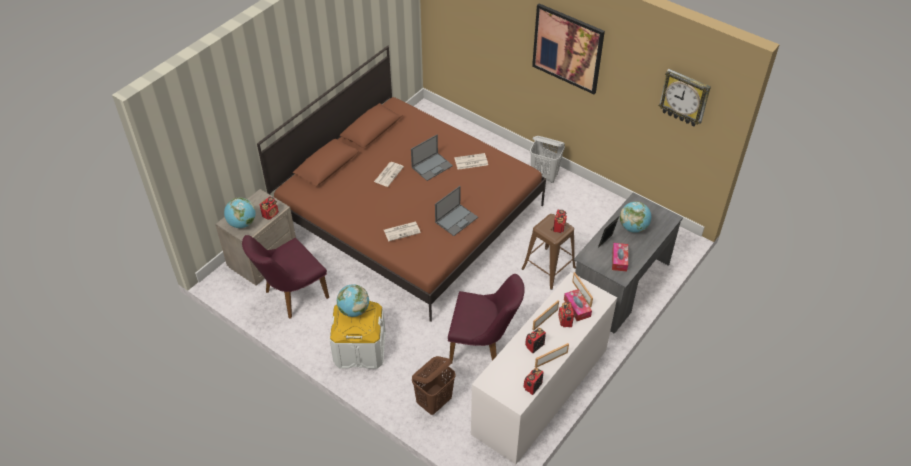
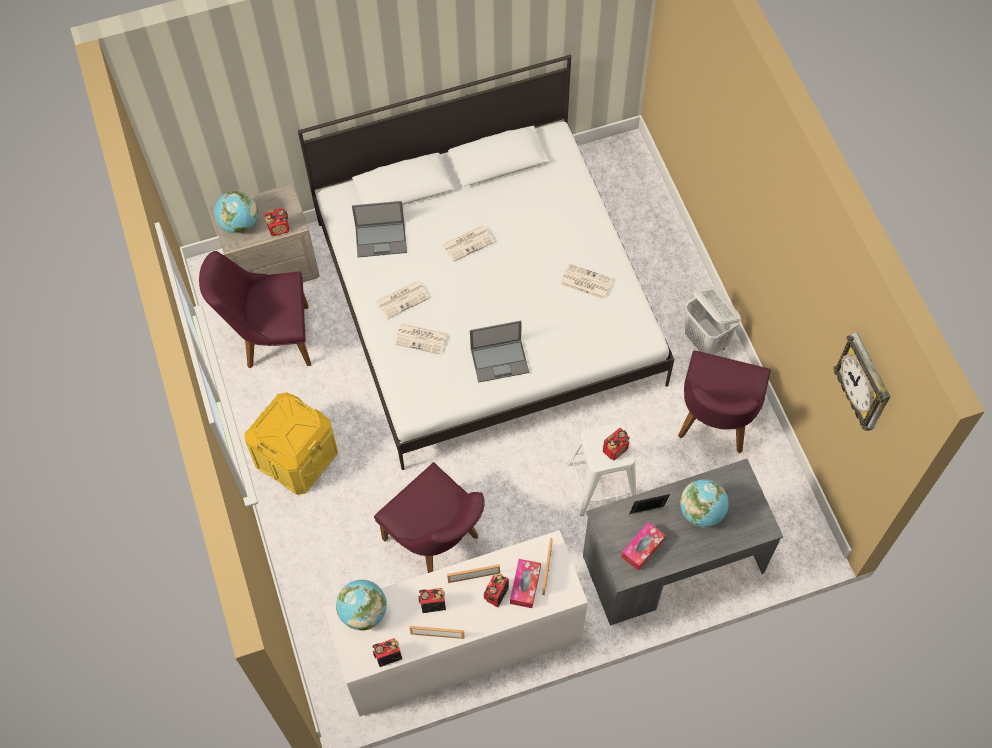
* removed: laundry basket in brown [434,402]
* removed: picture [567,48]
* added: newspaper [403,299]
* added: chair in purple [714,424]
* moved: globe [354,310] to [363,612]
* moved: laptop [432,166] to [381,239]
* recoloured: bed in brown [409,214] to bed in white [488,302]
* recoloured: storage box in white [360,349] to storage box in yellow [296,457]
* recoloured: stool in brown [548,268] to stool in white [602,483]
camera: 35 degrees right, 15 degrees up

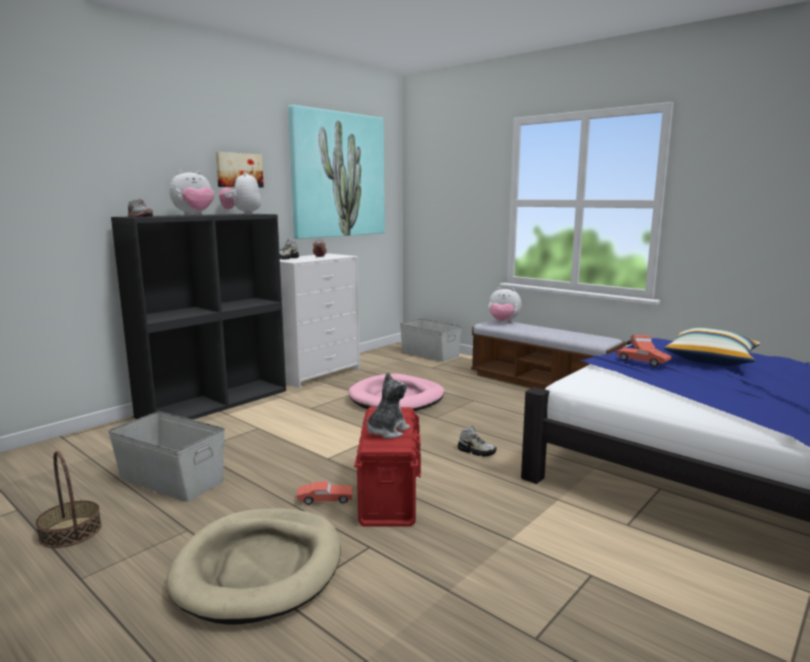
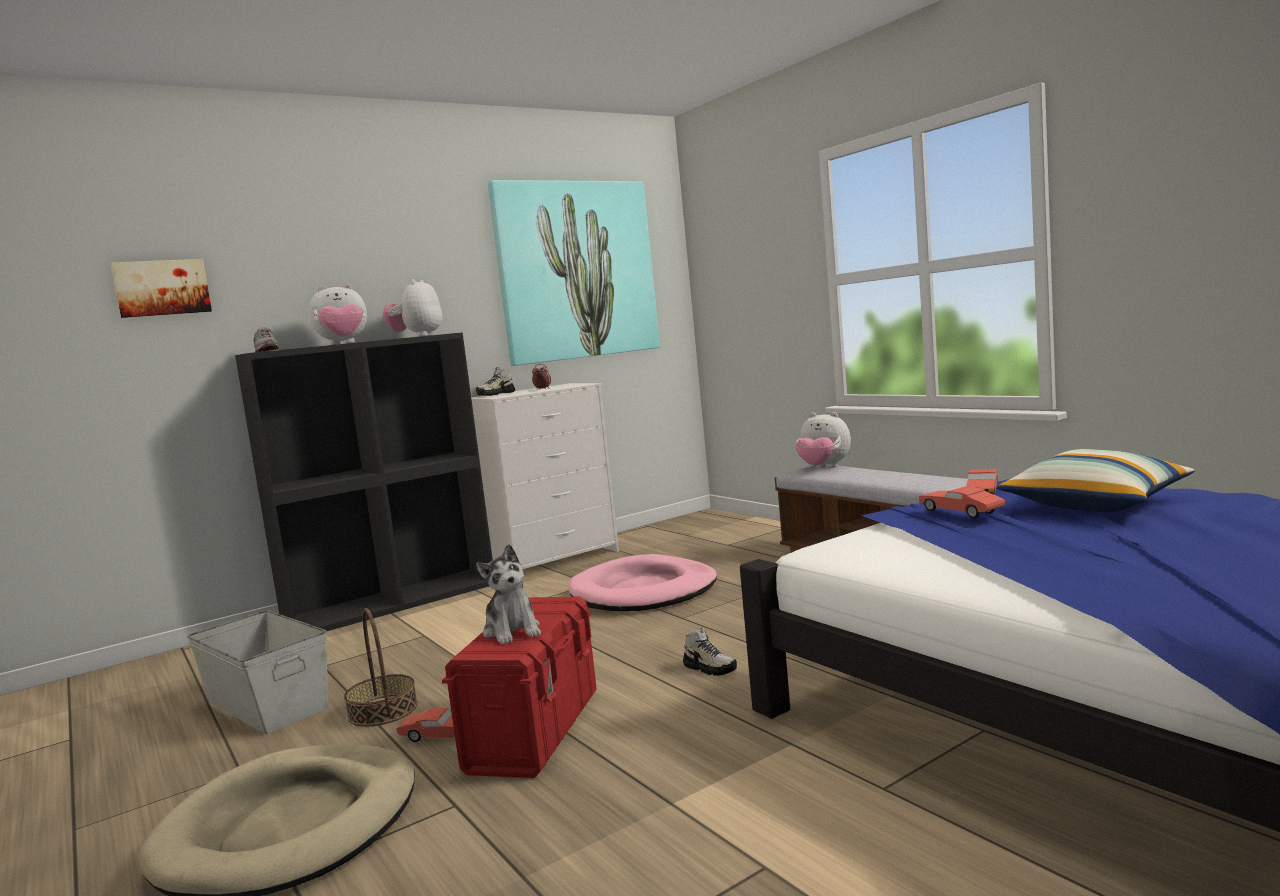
* removed: storage box in grey [430,354]
* moved: basket [70,532] to [382,710]
* moved: picture [239,170] to [162,288]
* turned: plush toy [387,431] = [512,631] 105 degrees clockwise
camera: 15 degrees right, 5 degrees down

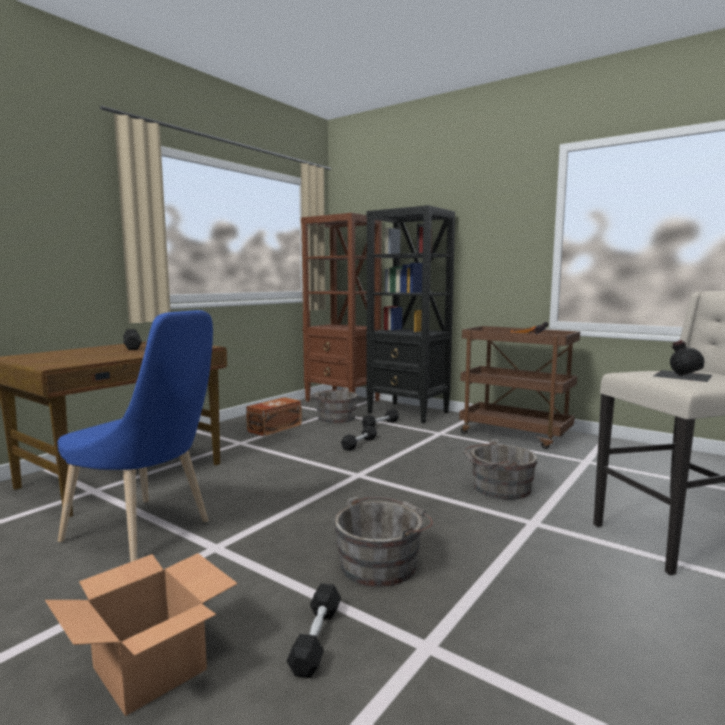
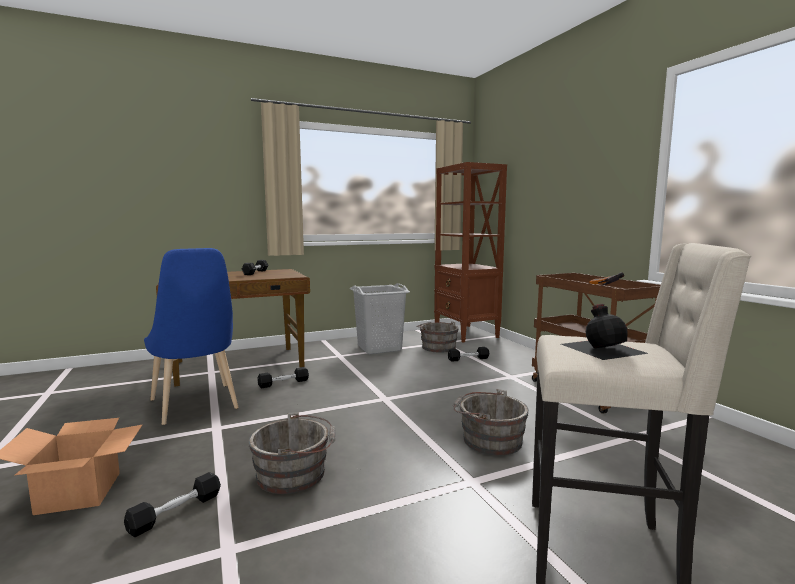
* removed: bookcase in black [408,413]
* moved: dumbbell in black [359,443] to [283,383]
* replaced: storage box in brown [273,428] to laundry basket in grey [379,348]
camera: 30 degrees right, 0 degrees up

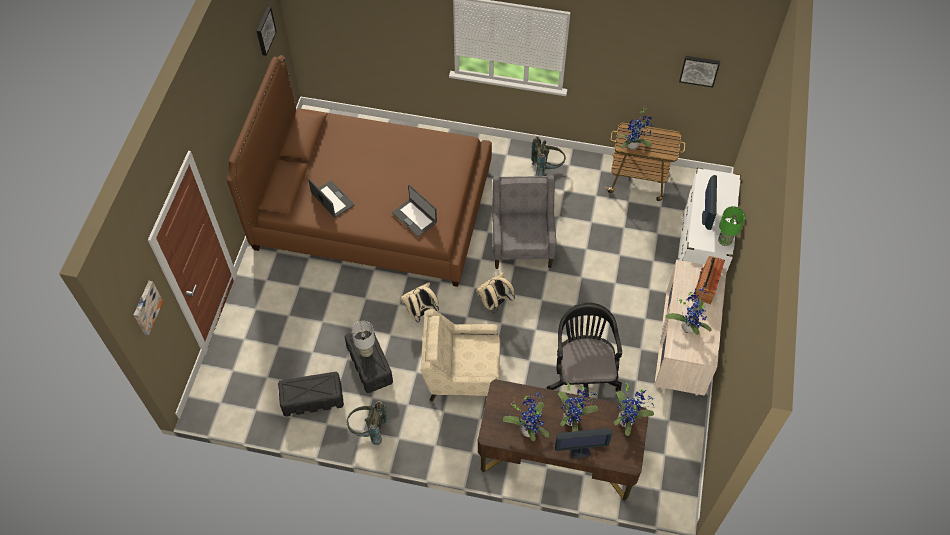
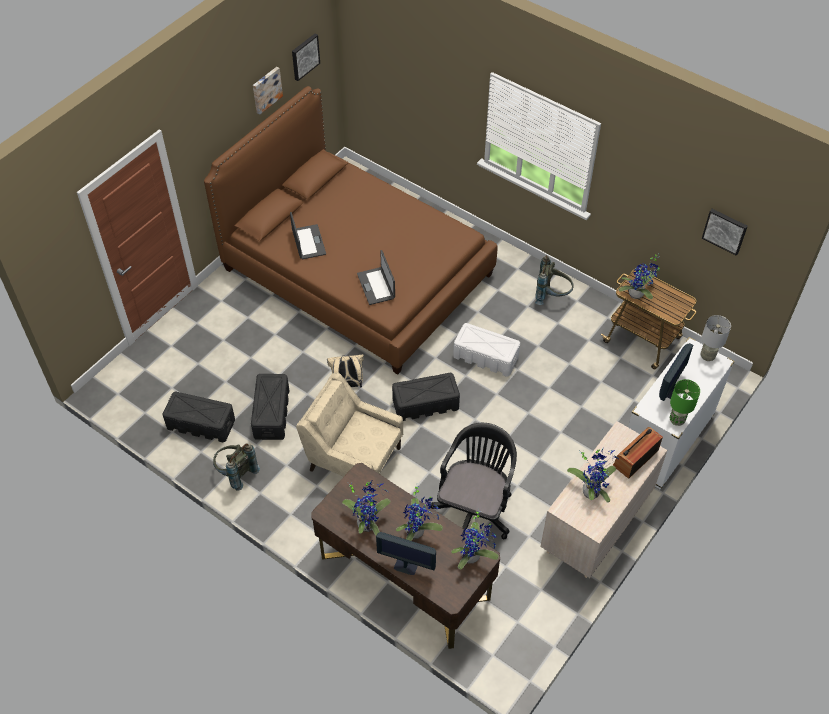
* moved: picture [146,307] to [266,89]
* moved: table lamp in grey [366,352] to [707,356]
* replaced: backpack in beige [494,303] to storage box in black [425,404]
* replaced: armchair in grey [522,242] to storage box in white [486,357]
camera: 25 degrees right, 5 degrees down

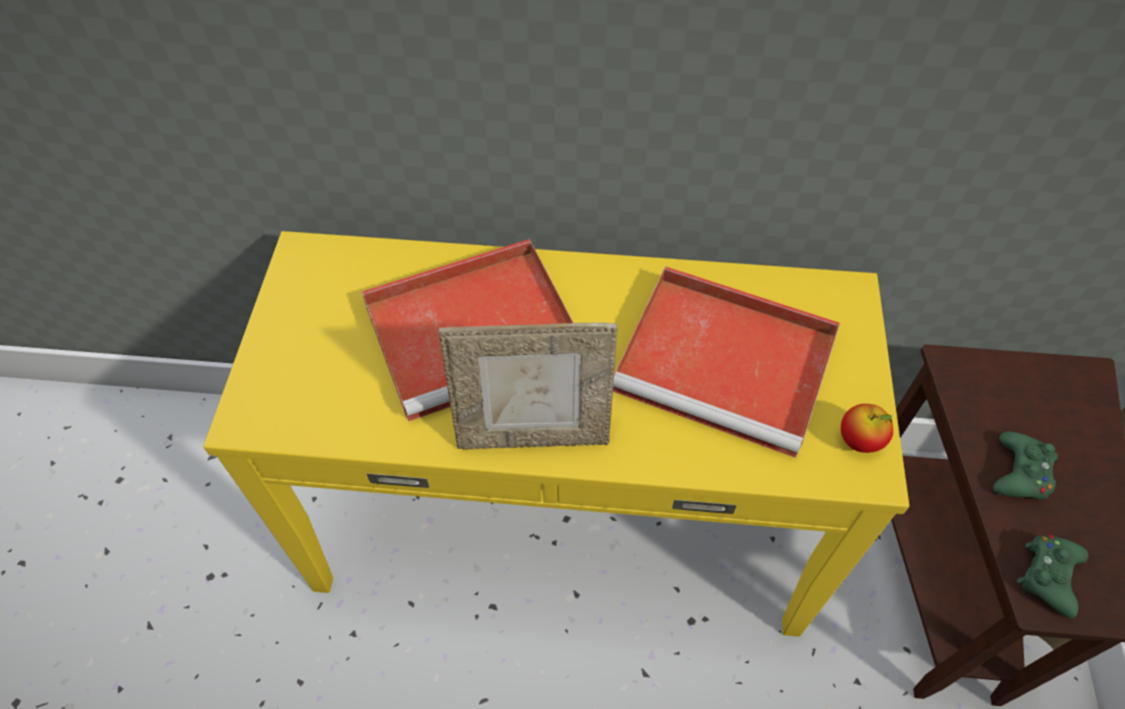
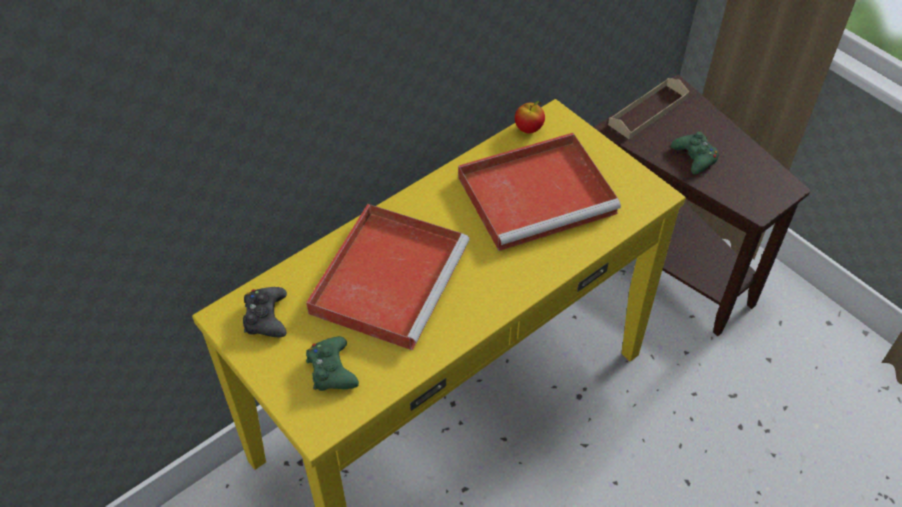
* removed: picture frame [533,435]
* added: game controller in black [266,317]
* added: tray in beige [648,111]
* moved: apple [859,440] to [528,129]
* moved: game controller in green [1048,575] to [331,370]
camera: 45 degrees left, 5 degrees down

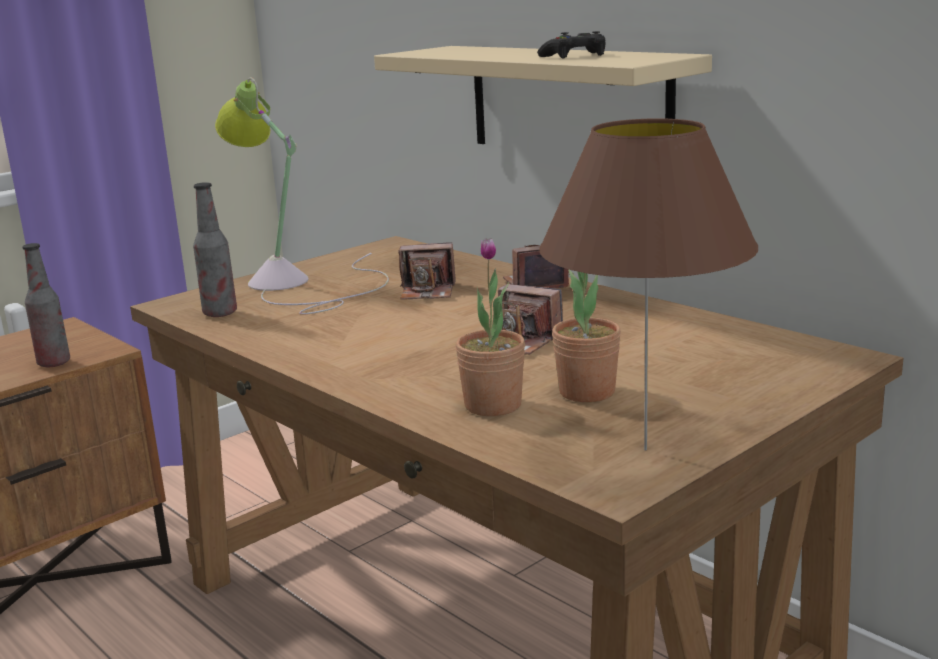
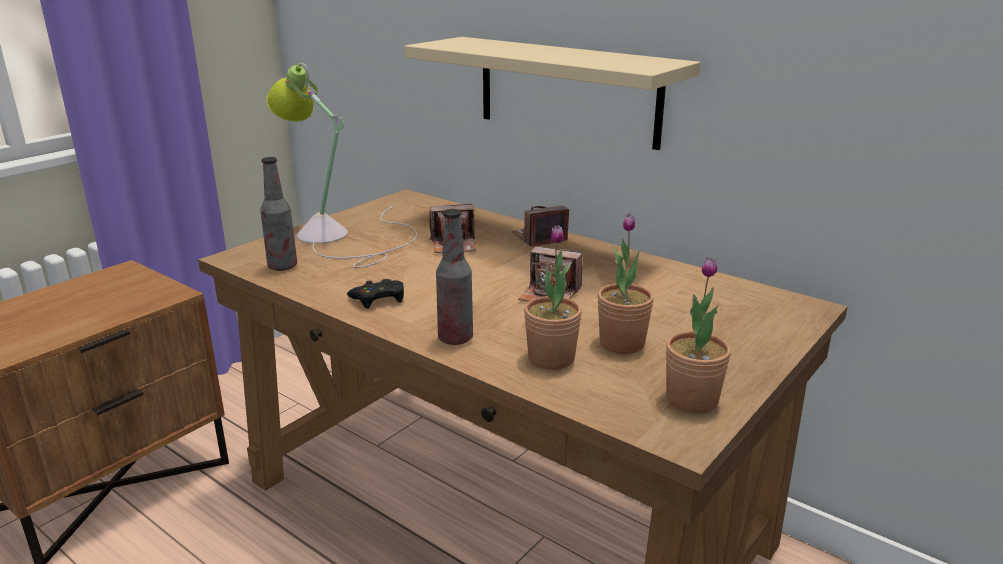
* moved: bottle [54,363] to [455,338]
* moved: game controller in black [575,56] to [379,299]
* replaced: table lamp in brown [646,449] to potted plant [692,400]
camera: 10 degrees left, 5 degrees up

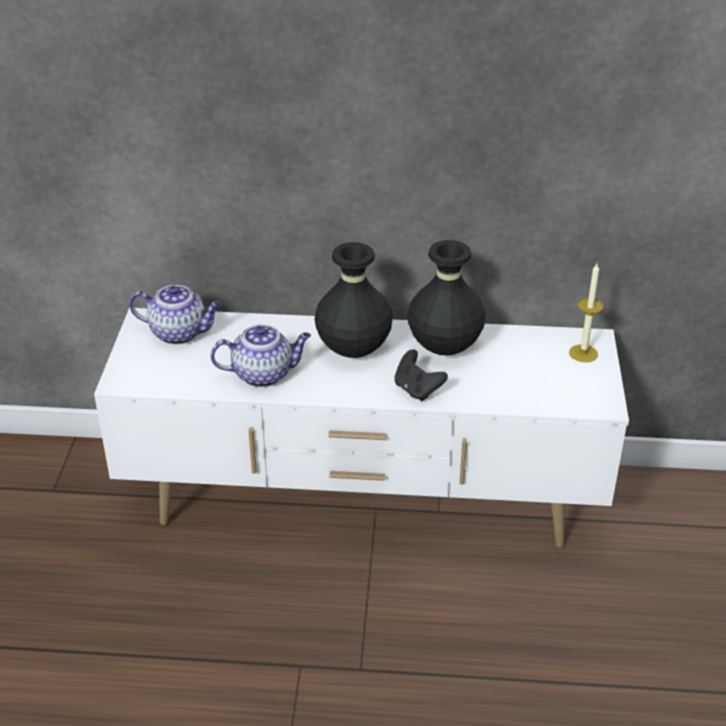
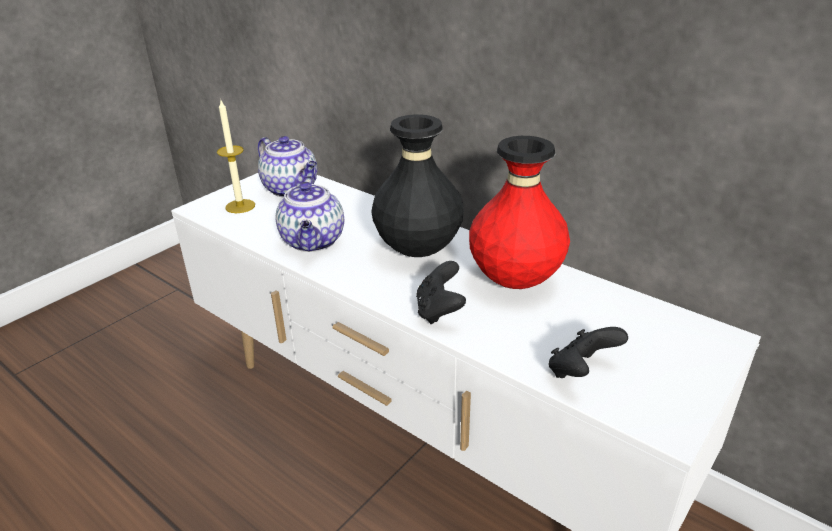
* added: game controller in black [581,372]
* moved: candle [583,353] to [240,206]
* recoloured: vase in black [444,349] to vase in red [515,282]
* turned: teapot [264,374] = [313,242] 60 degrees clockwise
camera: 35 degrees right, 5 degrees down

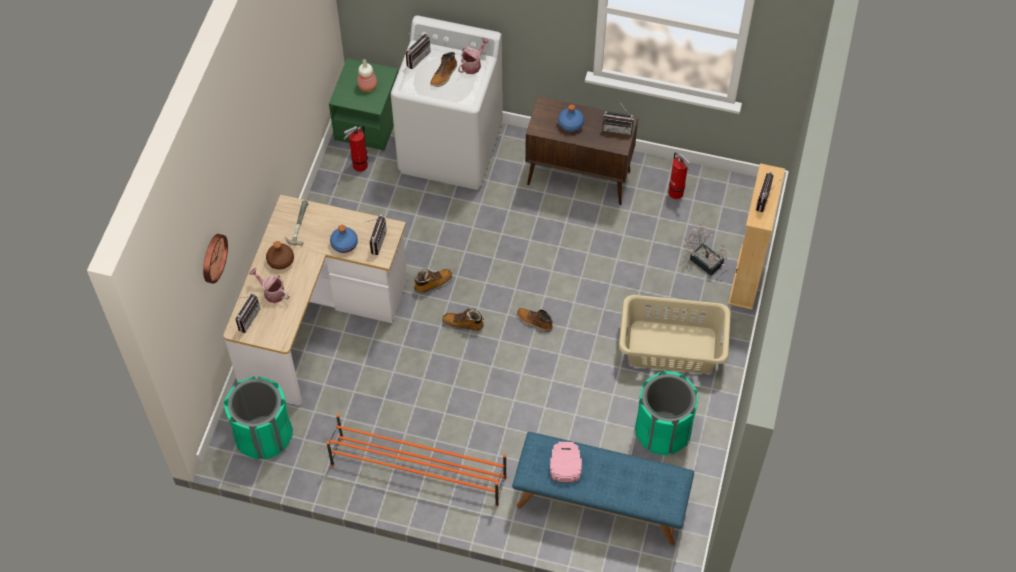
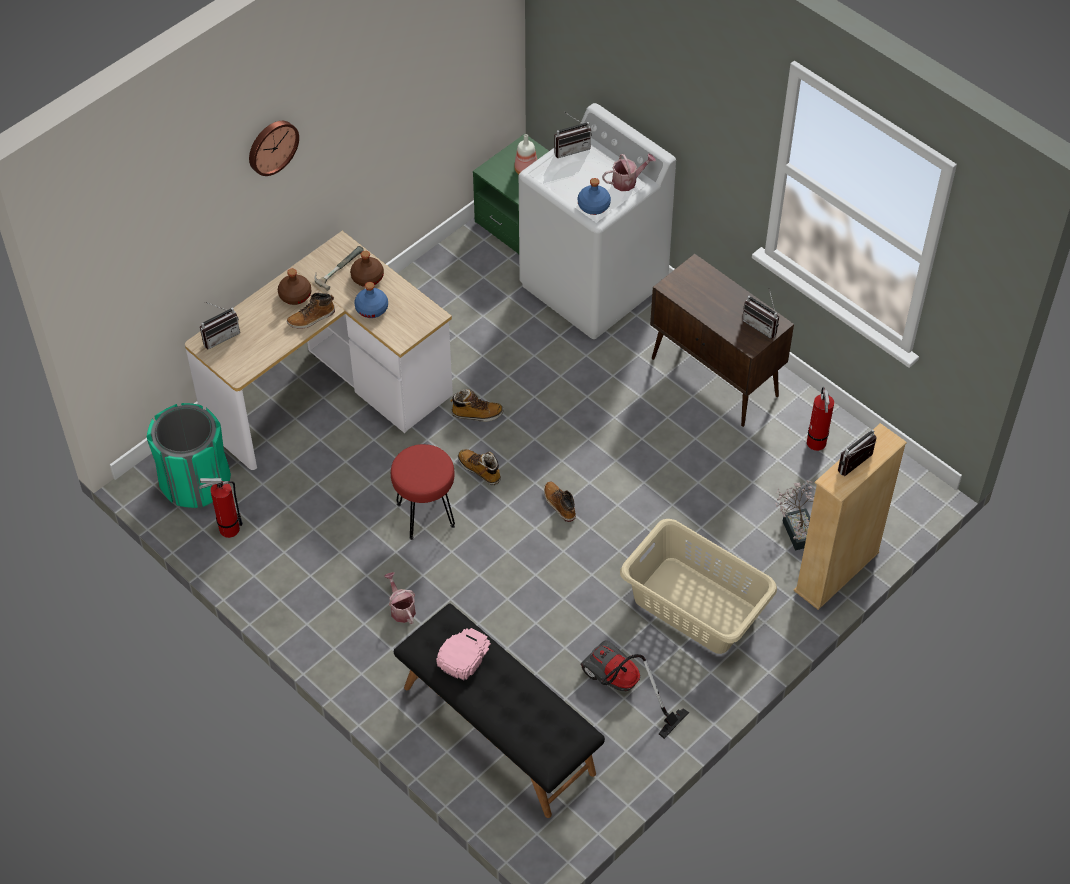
* removed: shoe rack in orange [417,470]
* removed: radio [375,241]
* added: bottle in brown [367,277]
* added: stool in red [425,515]
* moved: wall clock [212,258] to [271,146]
* moved: watering can [271,292] to [401,608]
* moved: fire extinguisher [358,166] to [226,529]
* moved: boot [444,75] to [311,318]
* moved: bottle in blue [570,124] to [593,206]
* replaced: trash can in green [662,430] to vacuum cleaner [622,689]
* recoloured: bench in blue [600,503] to bench in black [497,730]
camera: 30 degrees right, 5 degrees down

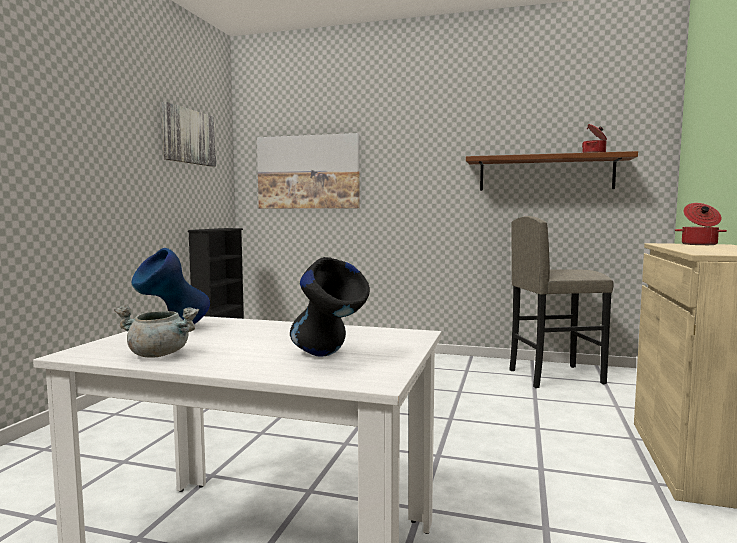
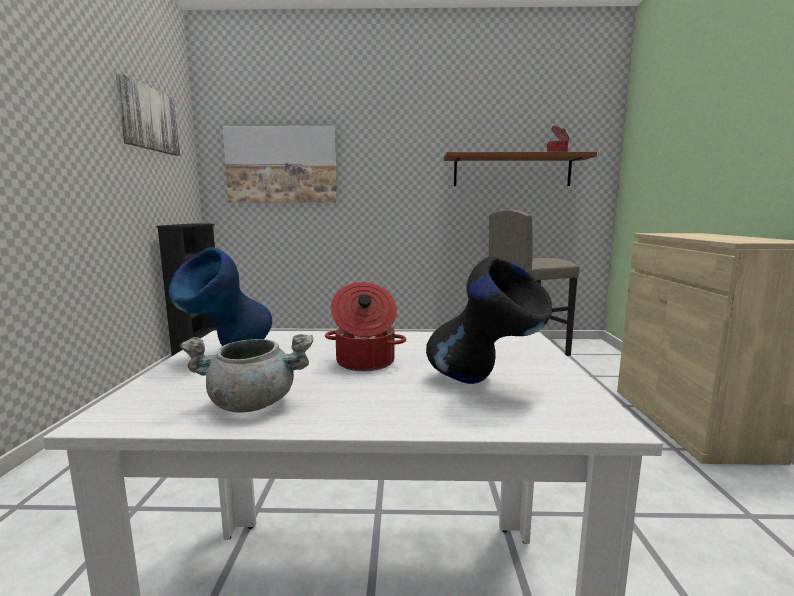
* moved: cooking pot [699,244] to [364,363]
camera: 15 degrees left, 5 degrees up

